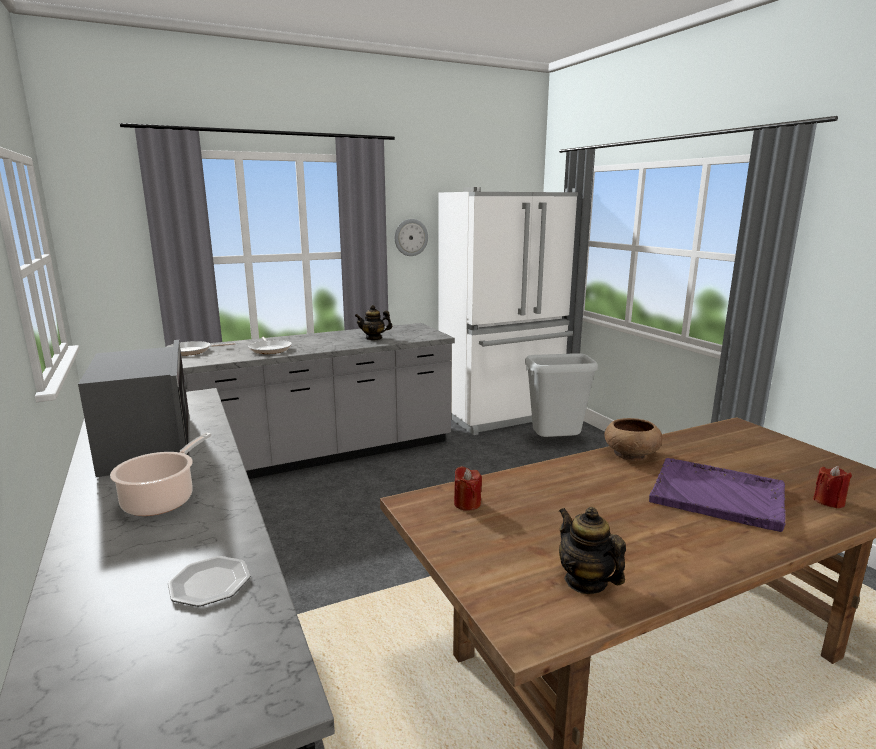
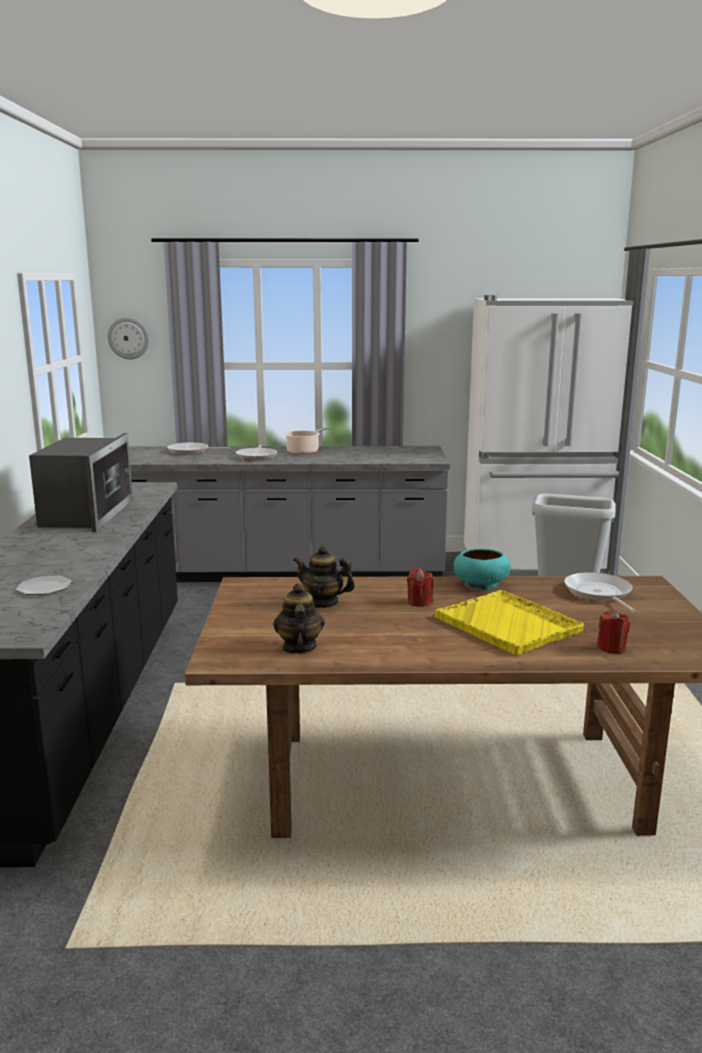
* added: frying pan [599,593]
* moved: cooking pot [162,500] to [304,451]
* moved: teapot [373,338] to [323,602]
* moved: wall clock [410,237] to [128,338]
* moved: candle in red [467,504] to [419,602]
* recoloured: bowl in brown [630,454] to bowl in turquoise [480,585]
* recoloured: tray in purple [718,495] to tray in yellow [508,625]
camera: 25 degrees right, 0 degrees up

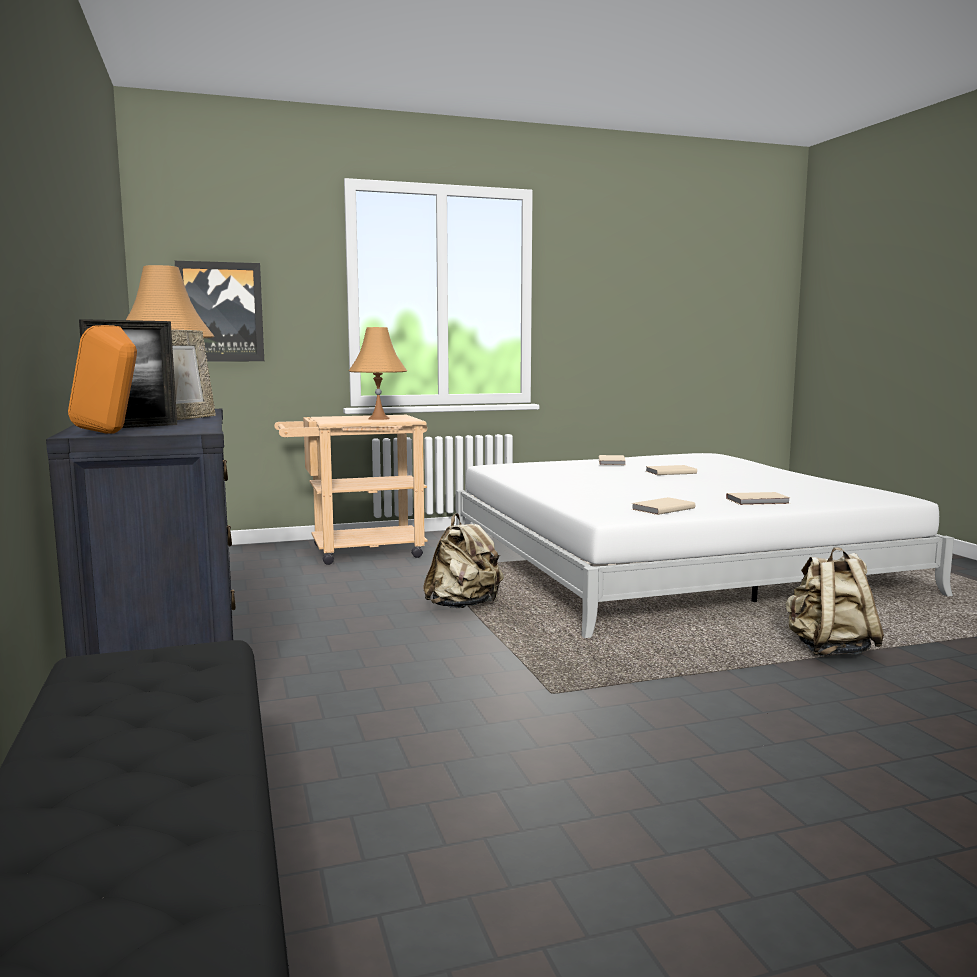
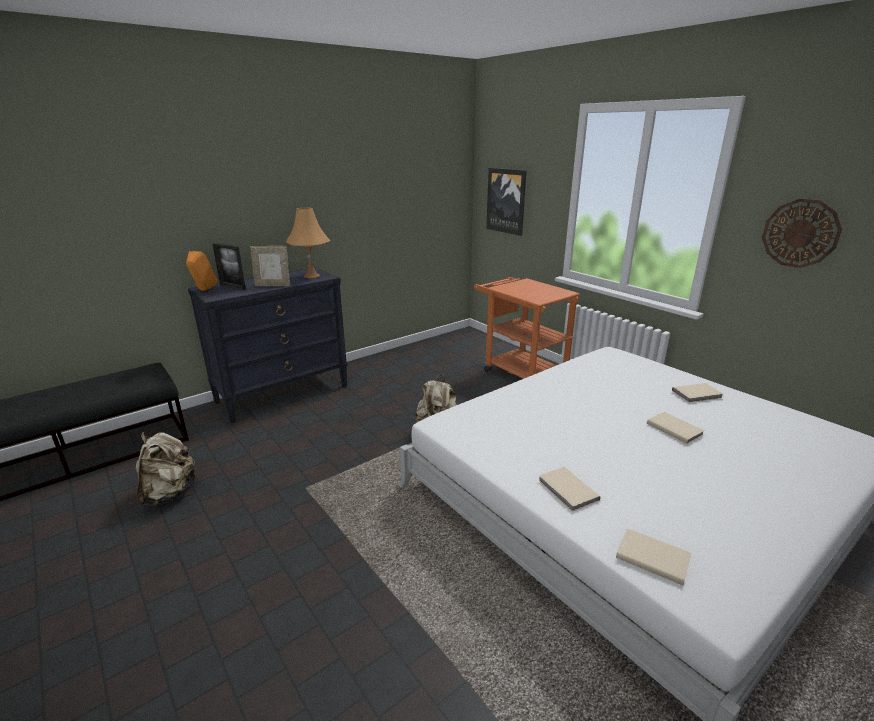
* removed: table lamp in orange [378,418]
* added: wall clock [800,233]
* moved: book in beige [661,508] to [652,557]
* moved: backpack in beige [829,650] to [170,493]
* recoloured: cart in beige [356,552] to cart in orange [519,371]
camera: 70 degrees right, 15 degrees up

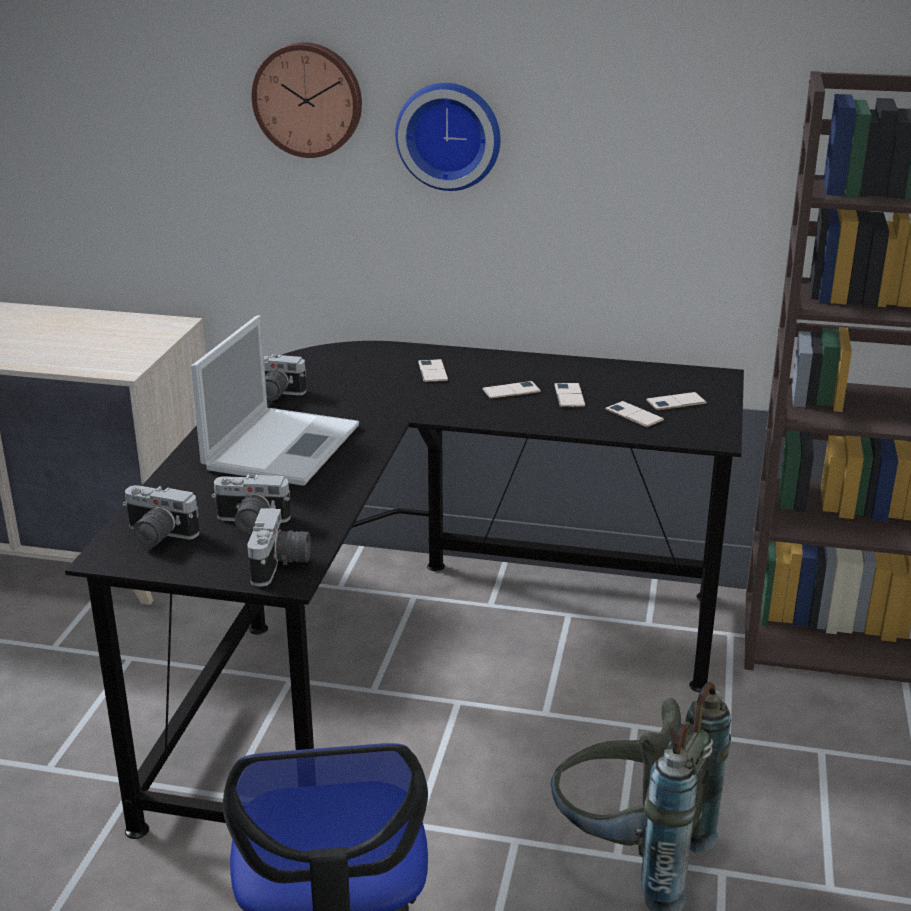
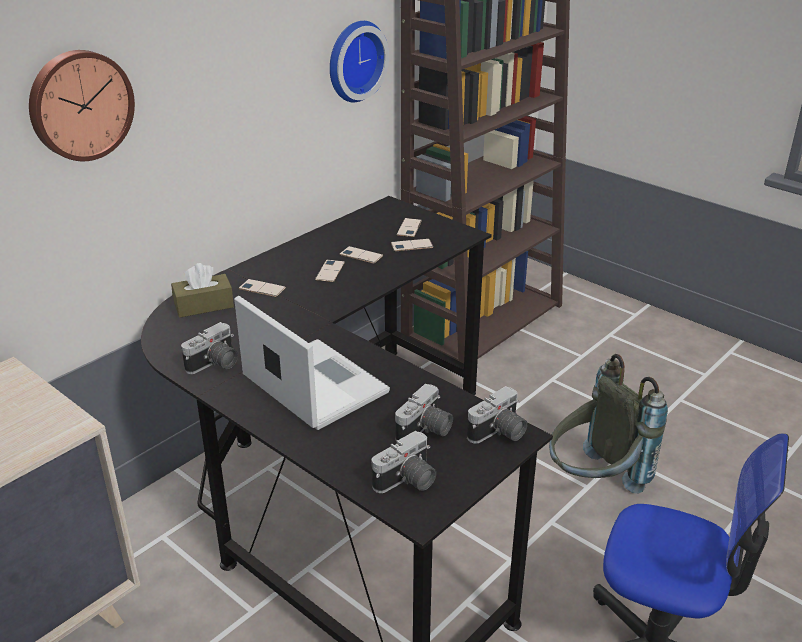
* added: tissue box in brown [204,305]
* moved: wall clock [449,135] to [353,60]
* turned: photo camera [281,565] = [499,434] 105 degrees clockwise
camera: 60 degrees left, 5 degrees up

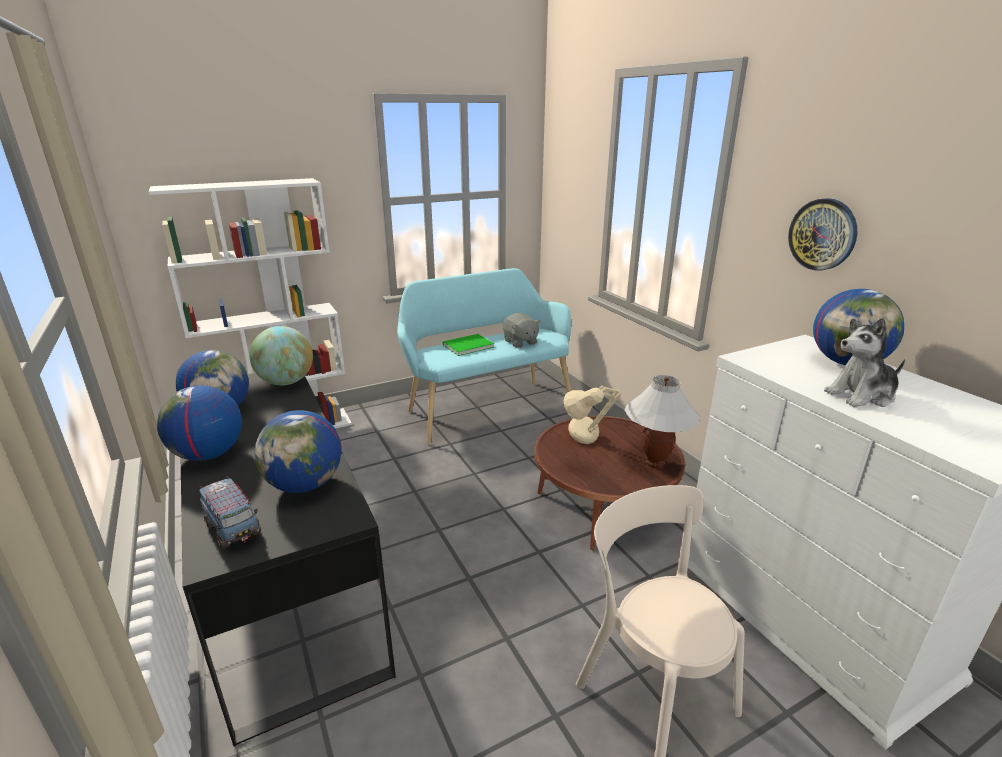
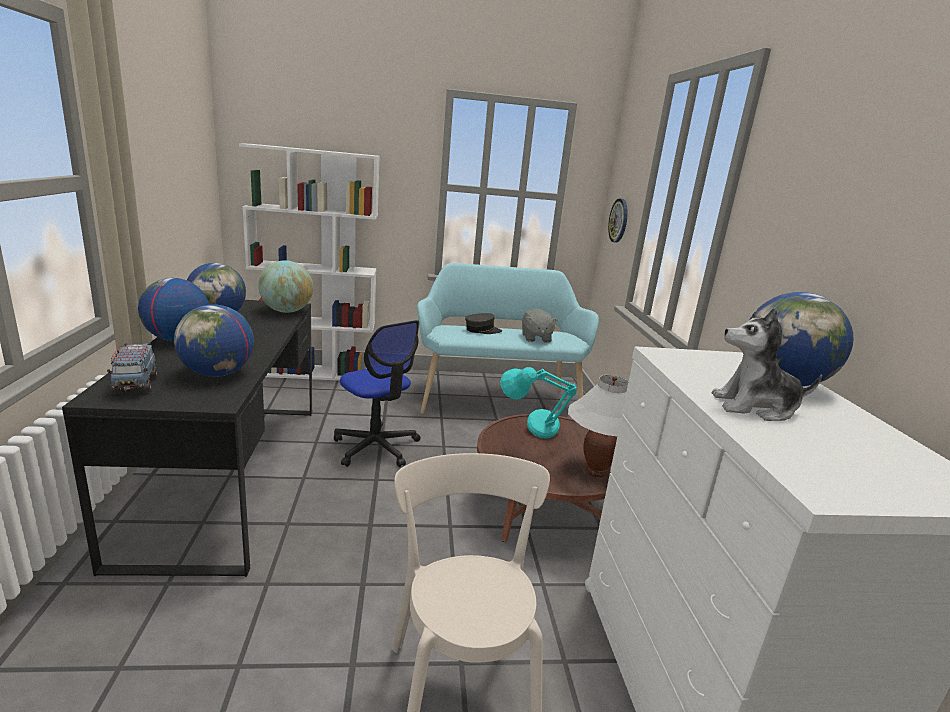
* added: office chair [376,447]
* moved: wall clock [822,234] to [619,220]
* replaced: book in green [466,346] to cap in grey [482,330]
* recoloured: table lamp in beige [587,453] to table lamp in turquoise [533,444]
camera: 20 degrees right, 5 degrees down

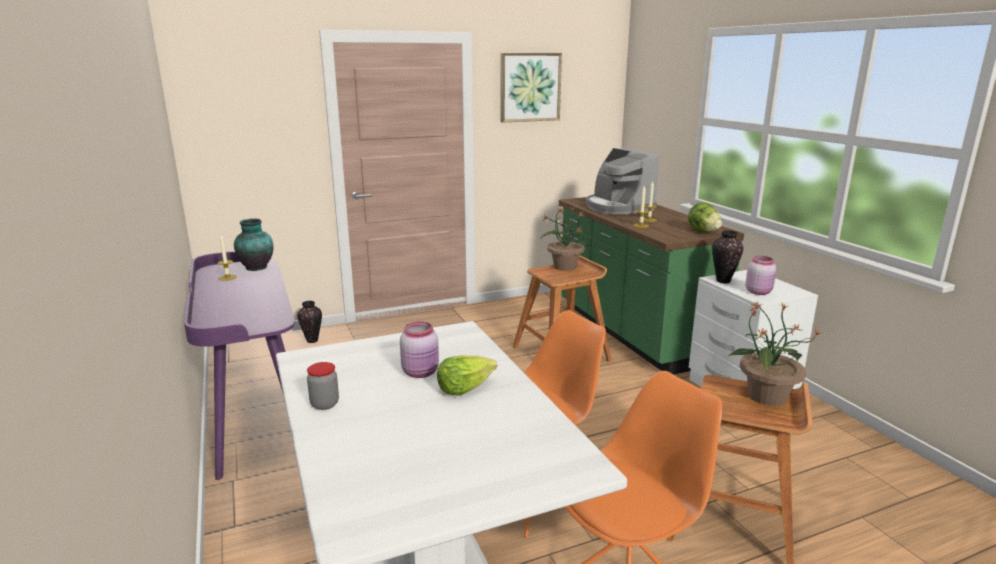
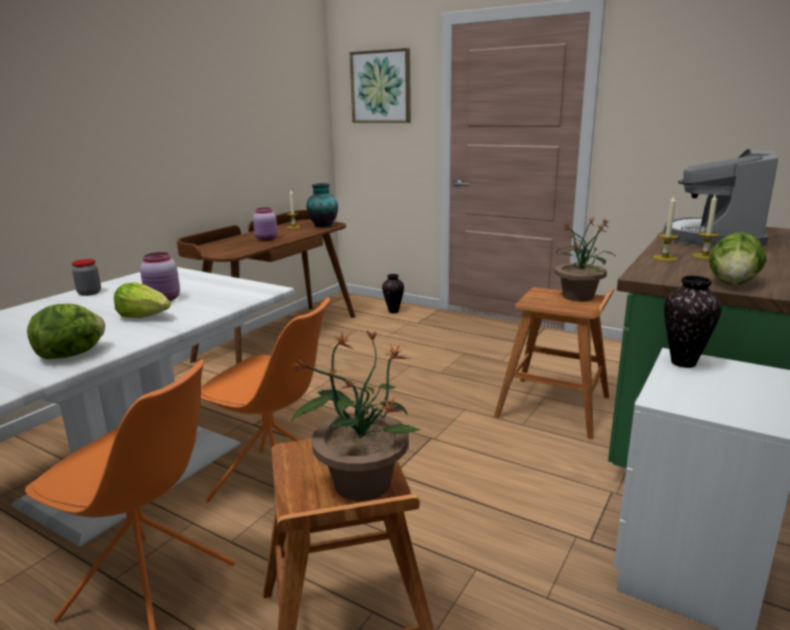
* added: lettuce [72,354]
* moved: picture [530,87] to [381,87]
* moved: jar in pink [758,292] to [267,239]
* recoloured: desk in purple [255,409] to desk in brown [278,337]
camera: 55 degrees right, 0 degrees up

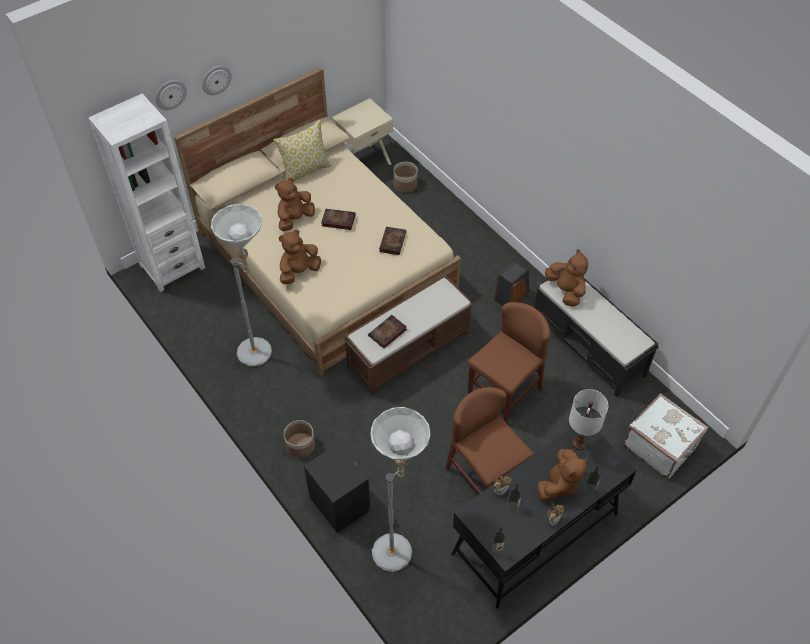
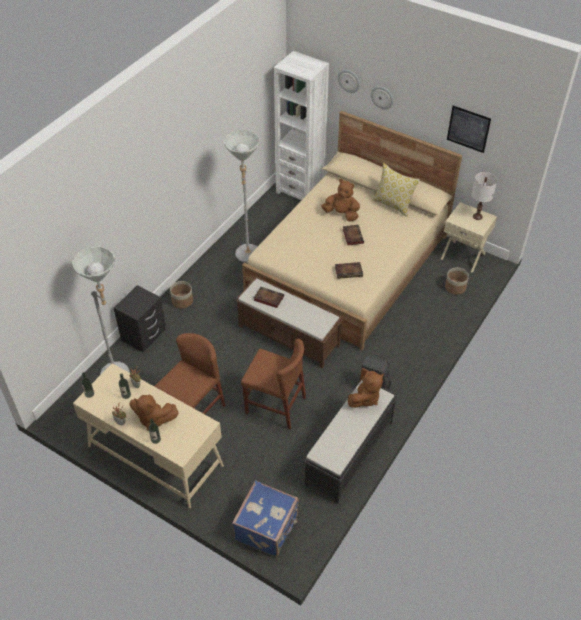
* removed: plush toy in brown [299,272]
* added: picture [468,129]
* moved: table lamp in white [578,443] to [477,216]
* recoloured: desk in black [534,533] to desk in beige [155,455]
* recoloured: suitcase in white [660,445] to suitcase in blue [267,528]
camera: 70 degrees right, 5 degrees down

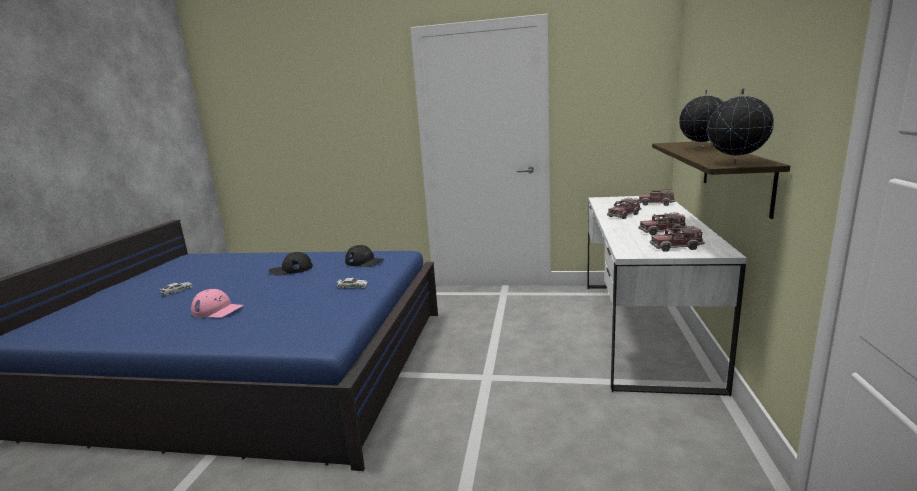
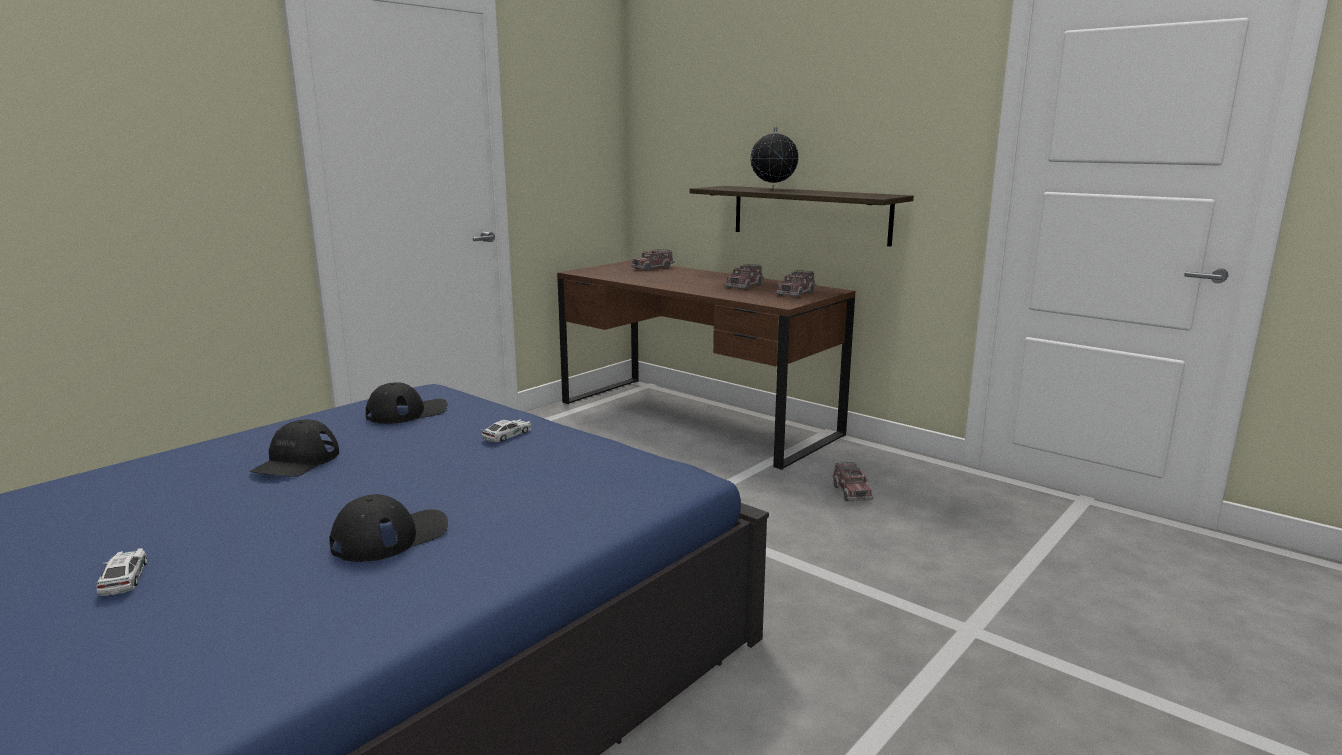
* removed: globe [735,163]
* moved: toy truck [624,215] to [851,492]
* recoloured: cap in pink [217,310] to cap in black [390,536]
* recoloured: desk in white [641,328] to desk in brown [695,418]
camera: 60 degrees left, 0 degrees up

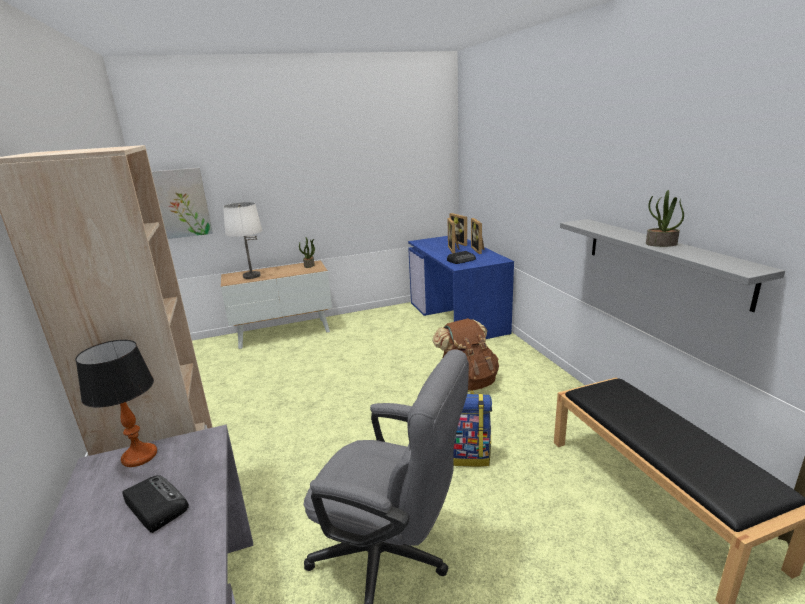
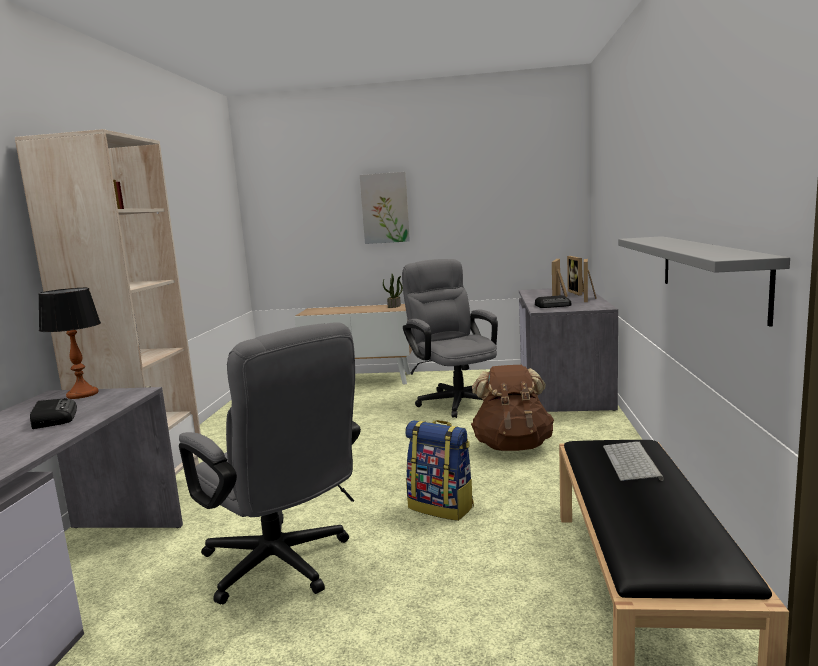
* removed: table lamp in white [251,276]
* removed: potted plant [661,244]
* added: office chair in grey [455,400]
* added: keyboard [633,462]
* moved: picture [182,203] to [385,208]
* recoloured: desk in blue [457,317] to desk in grey [564,387]
camera: 25 degrees right, 10 degrees down

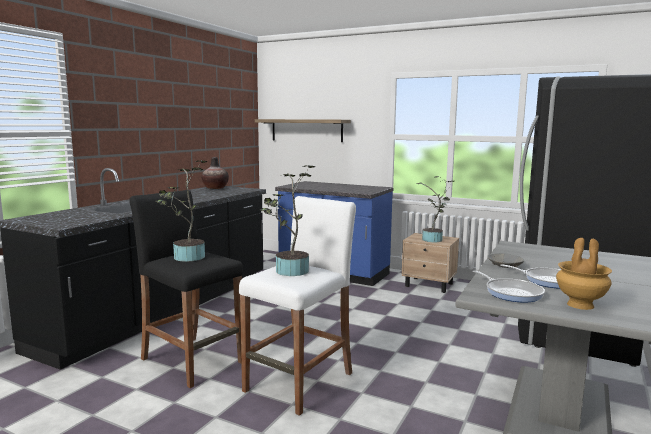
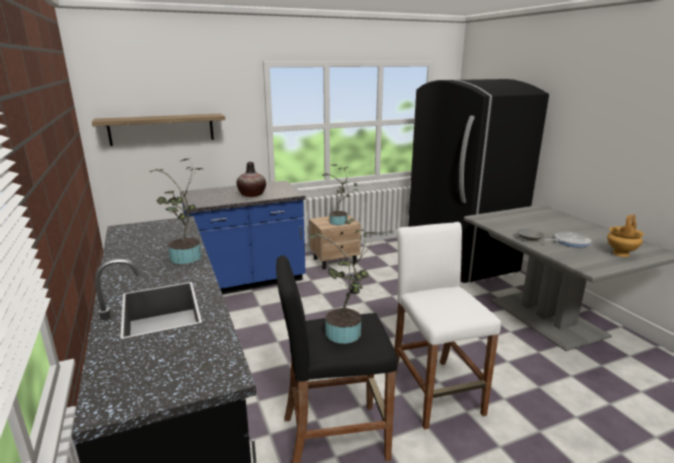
* removed: frying pan [511,293]
* moved: vase [215,188] to [252,195]
* moved: potted plant [289,272] to [185,259]
camera: 50 degrees left, 10 degrees up

